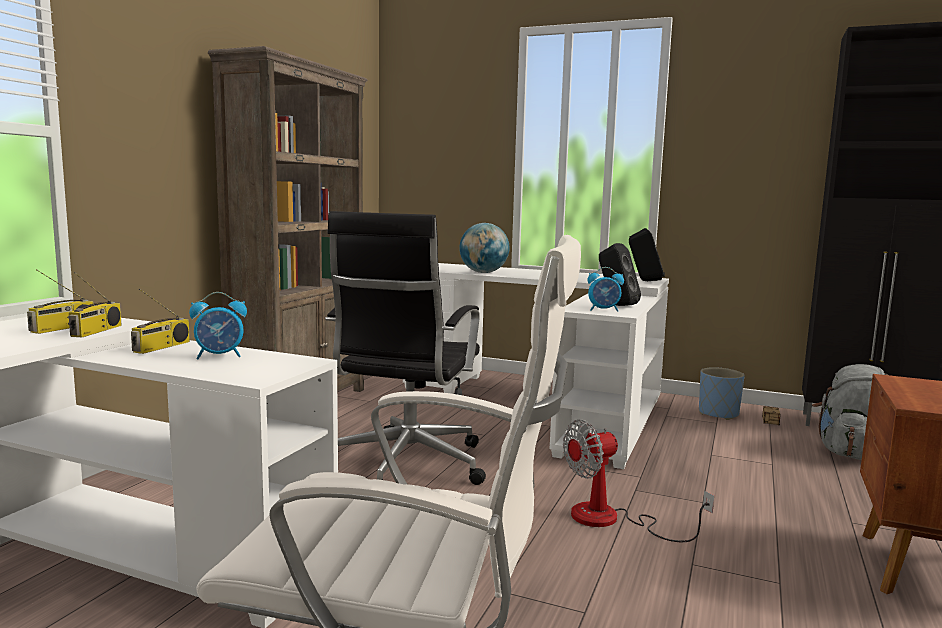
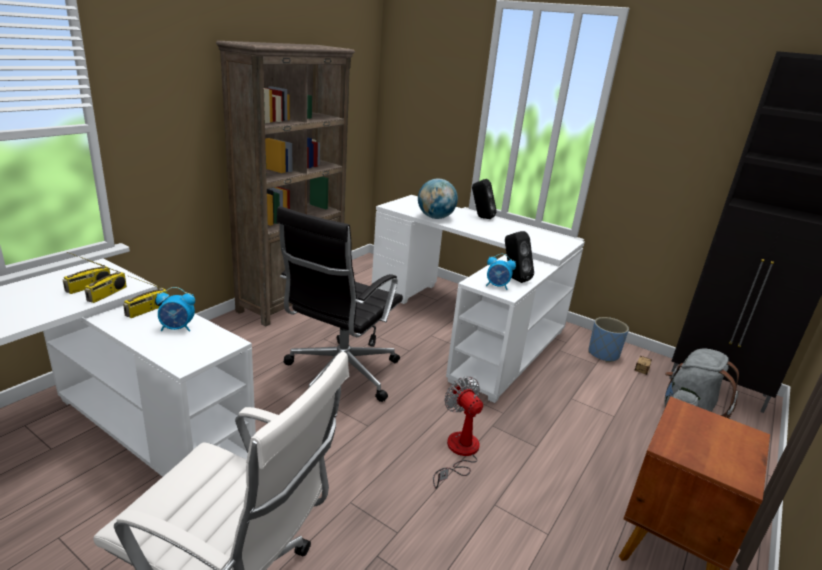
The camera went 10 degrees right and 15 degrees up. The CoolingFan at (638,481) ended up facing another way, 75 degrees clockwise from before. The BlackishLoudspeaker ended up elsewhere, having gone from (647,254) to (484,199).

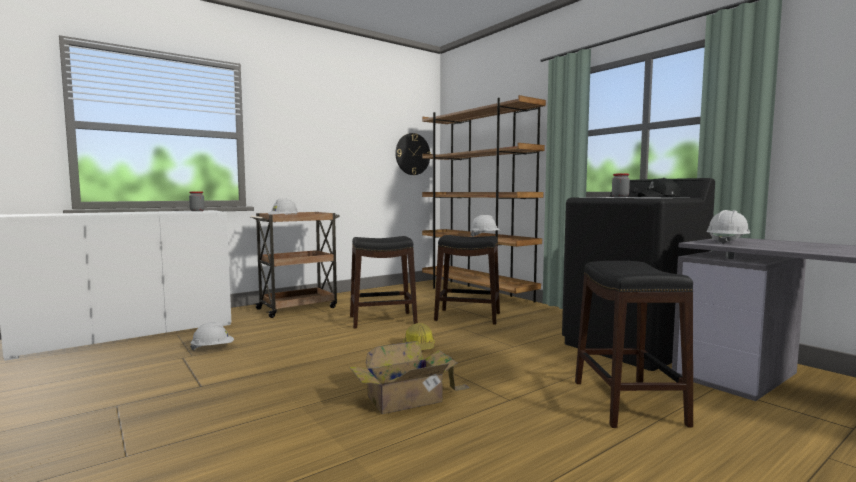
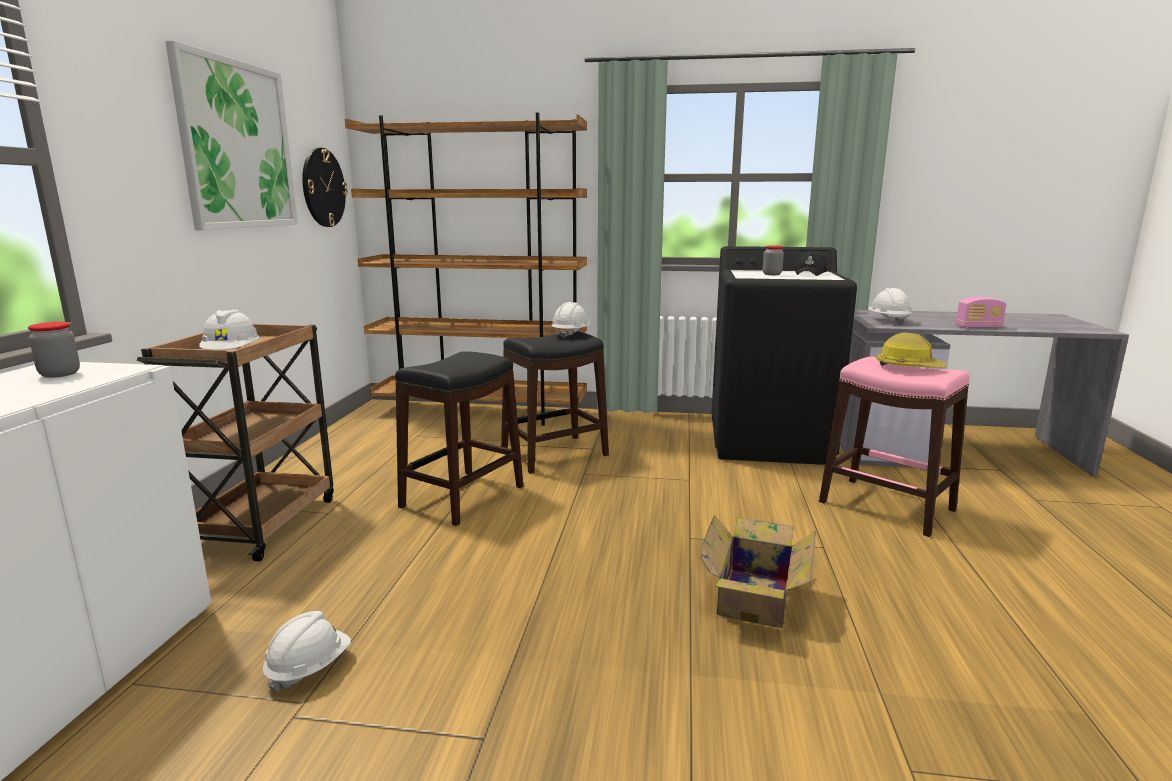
The camera went 45 degrees left and 10 degrees up. The second view gained the WallPicture at (231,135). What was the BlackishStoolSeat at (634,344) turned into the PinkColouredStoolSeat at (894,446). The WorkHelmet ended up elsewhere, having gone from (419,336) to (911,350). The second view gained the RadioSet at (981,312).

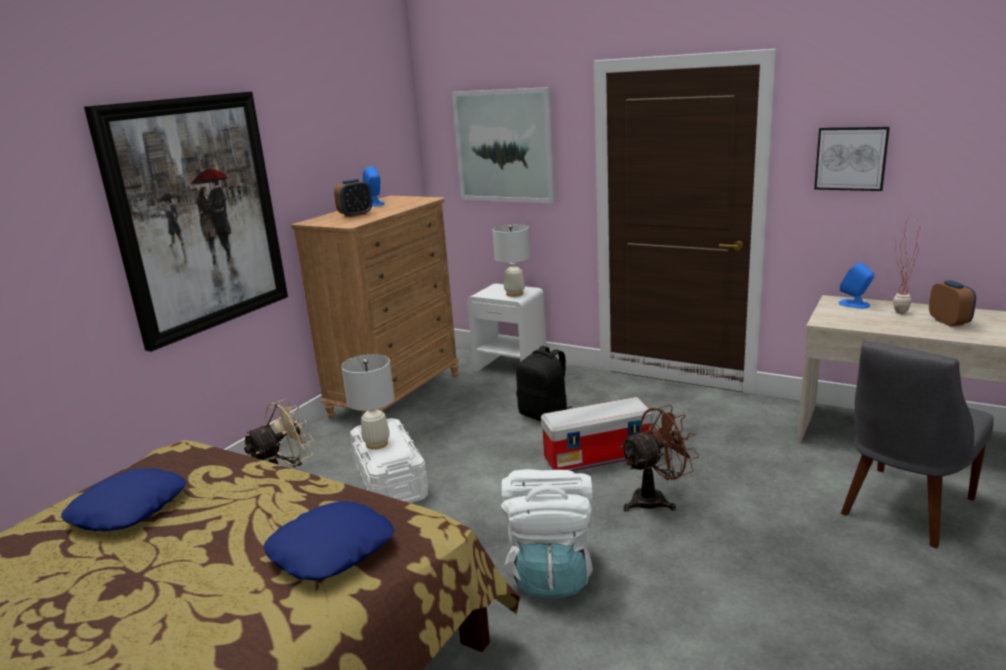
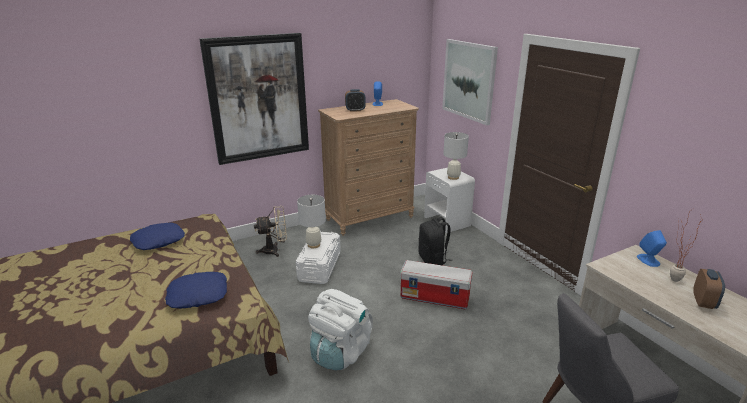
The camera went 30 degrees right and 5 degrees up. The second view lost the BrownishCoolingFan at (659,458). The second view lost the WallPicture at (852,159).

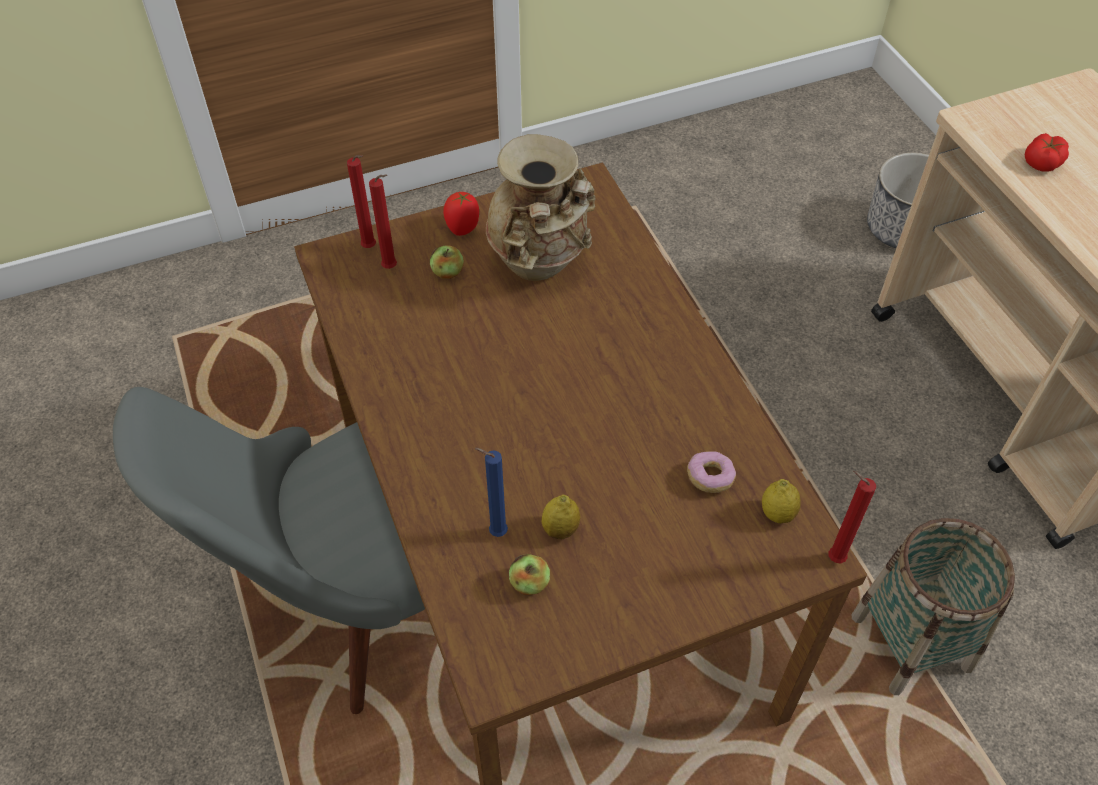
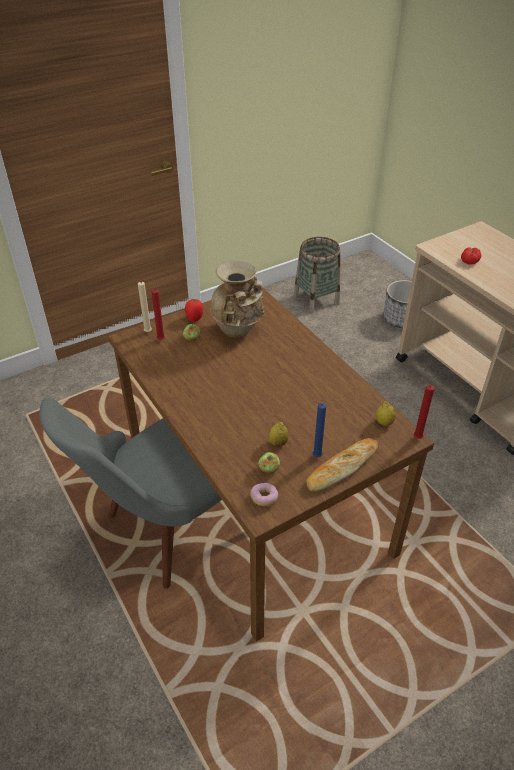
The camera went 10 degrees left and 10 degrees down. What was the RedColouredCandle at (361,201) turned into the BeigeColouredCandle at (145,305). The Donut ended up elsewhere, having gone from (711,472) to (264,494). The StorageBasket ended up elsewhere, having gone from (933,606) to (317,275). The second view gained the BakeryBread at (342,464). The BlueCandle ended up elsewhere, having gone from (491,492) to (319,429).

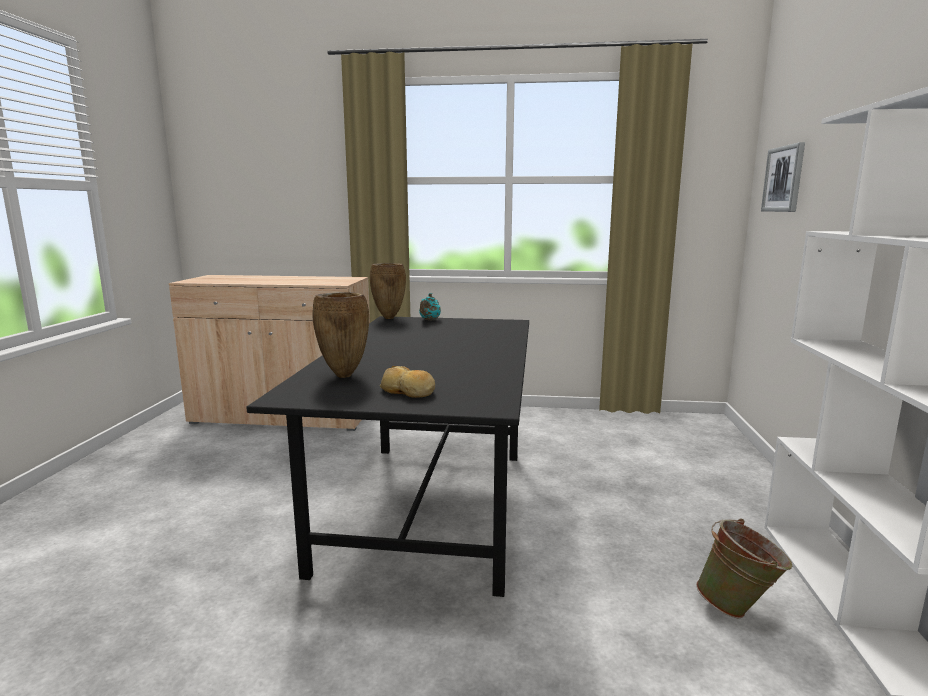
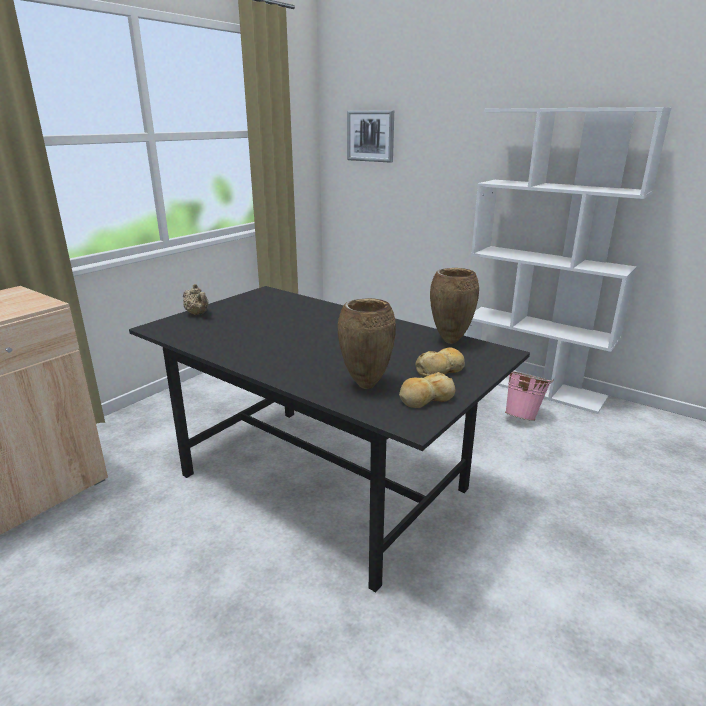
The camera went 60 degrees left and 10 degrees up. What was the TurquoiseColouredTeaPot at (430,306) turned into the BeigeColouredTeaPot at (196,299). The second view gained the BakeryBread at (427,390). The BrownishDecorativeVase ended up elsewhere, having gone from (388,291) to (454,306). What was the GreenColouredPail at (744,568) turned into the PinkColouredPail at (529,396).

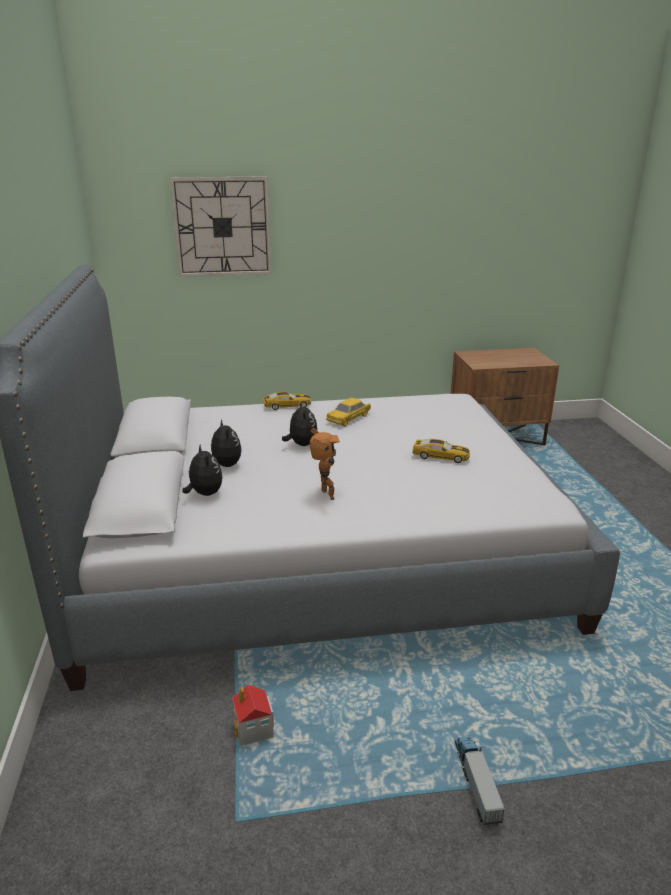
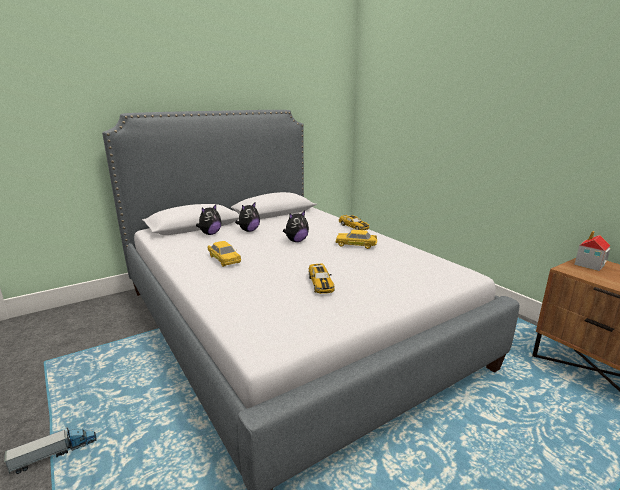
The camera went 65 degrees right and 5 degrees down. Where the ToyRobot stood at (325,464), the YellowColouredModelCar came to stand at (224,254). The ToyHouse ended up elsewhere, having gone from (253,715) to (592,251). The second view lost the HangingClock at (221,226).

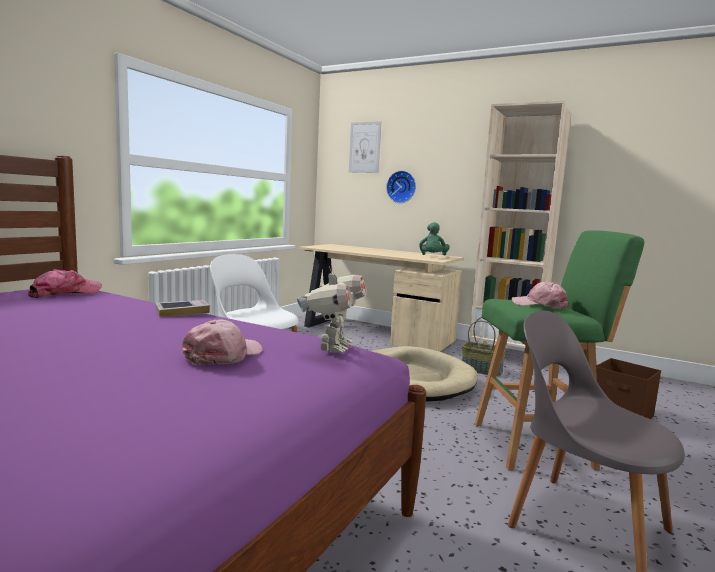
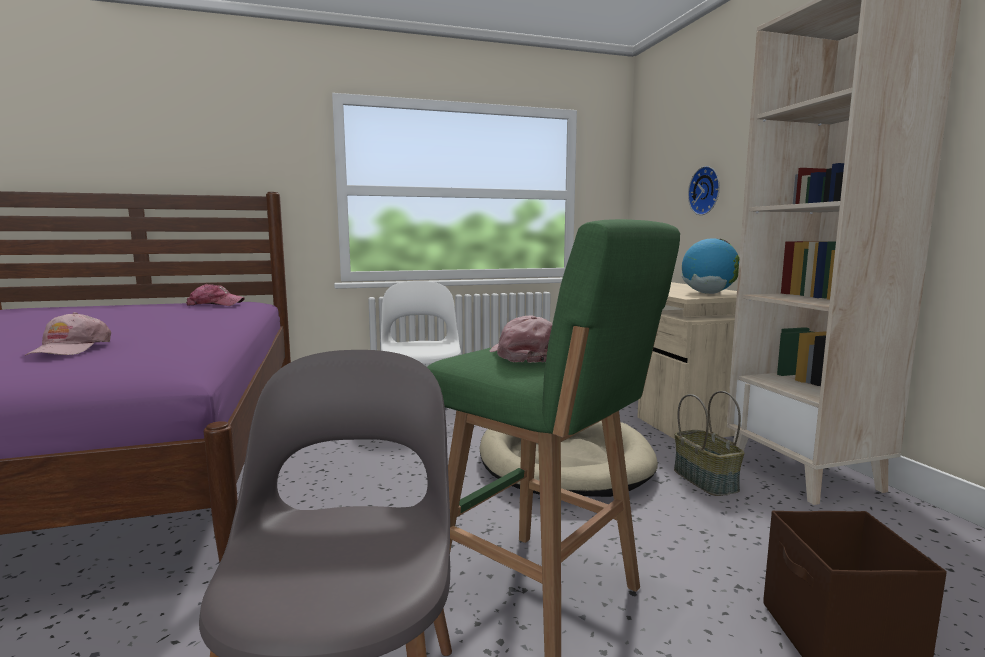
The camera went 45 degrees right and 0 degrees up. The PinkColouredPeakedCap at (222,342) ended up facing another way, 105 degrees clockwise from before. Where the GreenColouredSoftToy stood at (434,238), the DeskGlobe came to stand at (711,266). The second view lost the Book at (182,308). The second view lost the ToyRobot at (332,309). The second view lost the WallPicture at (365,147).

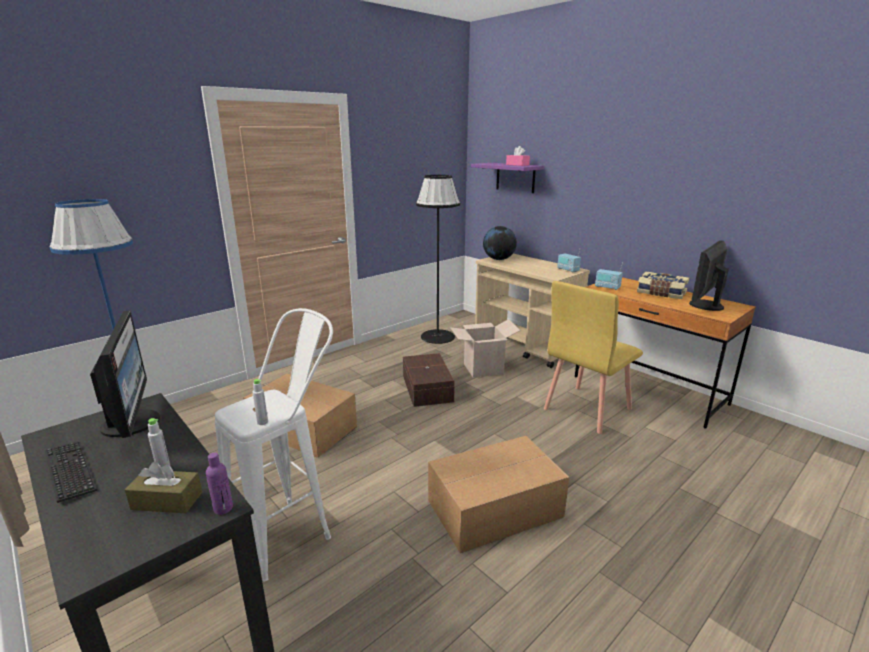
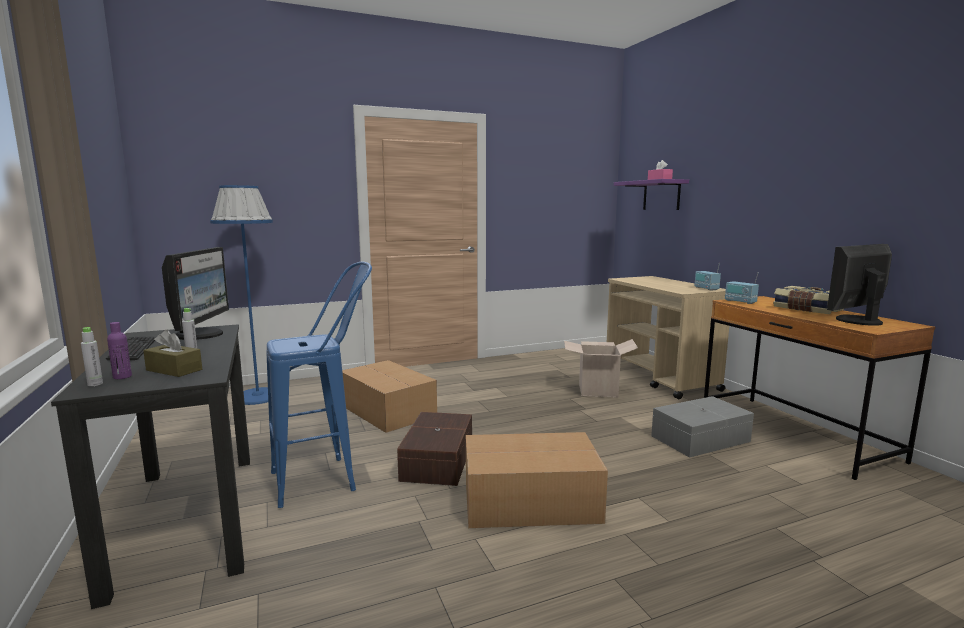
The camera went 20 degrees right and 10 degrees down. The GrayBeverageBottle ended up elsewhere, having gone from (260,402) to (92,356). The PurplishBeverageBottle ended up elsewhere, having gone from (219,484) to (119,350). What was the WhiteStoolSeat at (274,445) turned into the BlueStoolSeat at (319,385). The BrownishStorageBox ended up elsewhere, having gone from (429,380) to (434,449). Where the YellowColouredChair stood at (593,357), the GrayStorageBox came to stand at (702,427). The second view lost the BlackishStandingLamp at (438,259). The second view lost the DeskGlobe at (500,243).

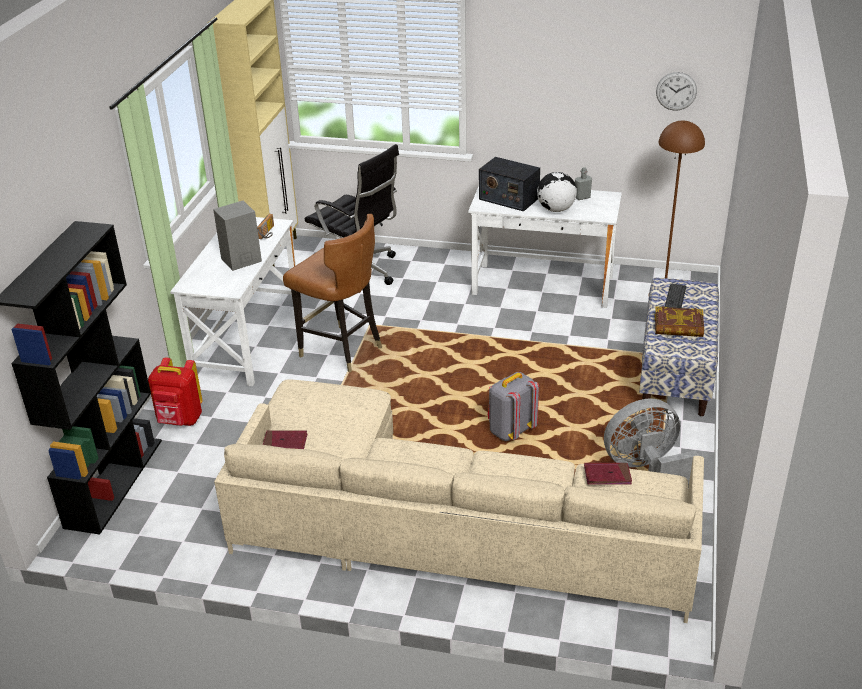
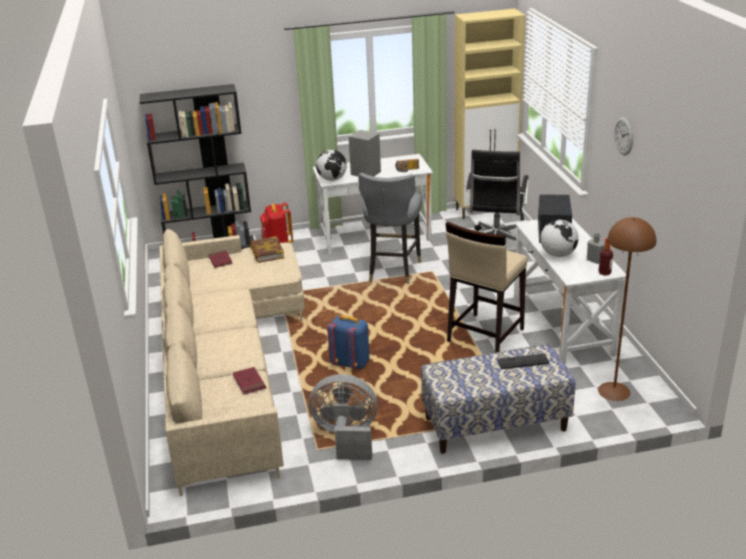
The camera went 65 degrees right and 5 degrees down. The Book ended up elsewhere, having gone from (679,321) to (267,249). The GrayCoolingFan at (651,443) ended up facing another way, 45 degrees counterclockwise from before. The second view gained the DeskGlobe at (331,165). What was the GrayKnapsack at (513,406) turned into the BlueKnapsack at (348,342). What was the BrownishChair at (332,293) turned into the GrayChair at (390,228). The second view gained the BeigeColouredStoolSeat at (486,287). The second view gained the BeverageBottle at (606,256). The HangingClock ended up elsewhere, having gone from (676,91) to (624,136).

